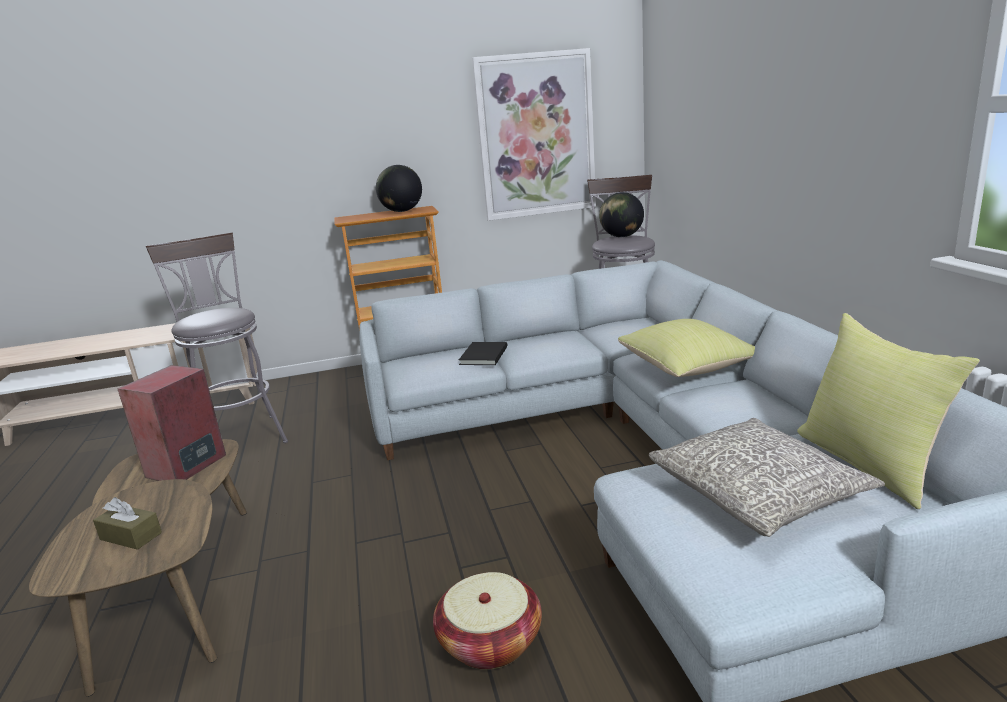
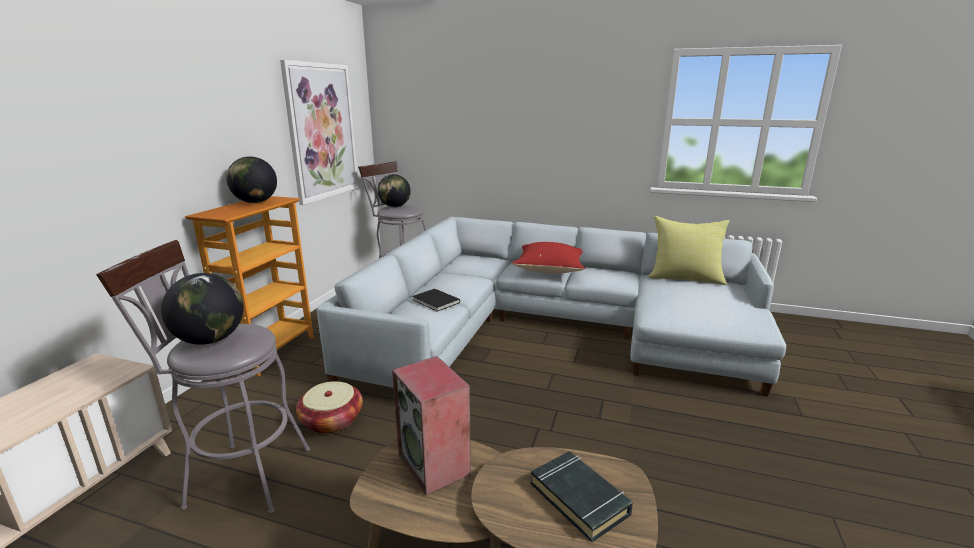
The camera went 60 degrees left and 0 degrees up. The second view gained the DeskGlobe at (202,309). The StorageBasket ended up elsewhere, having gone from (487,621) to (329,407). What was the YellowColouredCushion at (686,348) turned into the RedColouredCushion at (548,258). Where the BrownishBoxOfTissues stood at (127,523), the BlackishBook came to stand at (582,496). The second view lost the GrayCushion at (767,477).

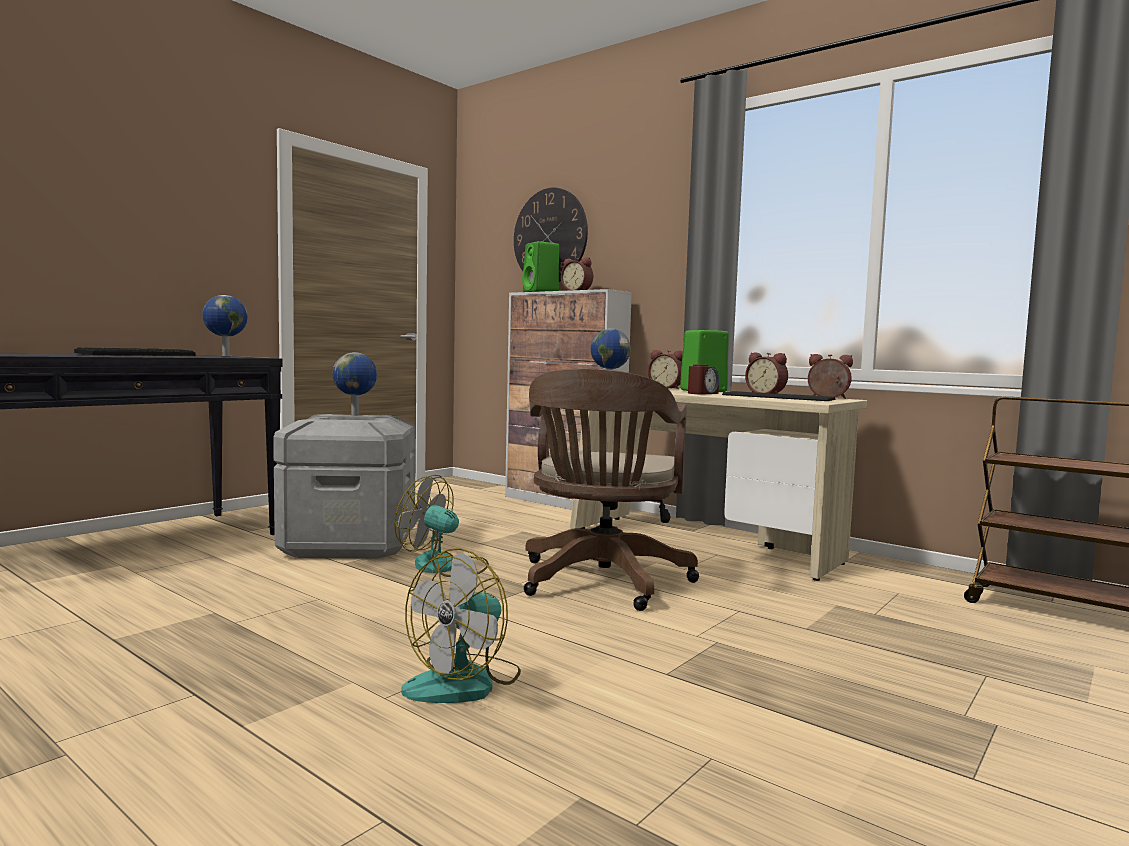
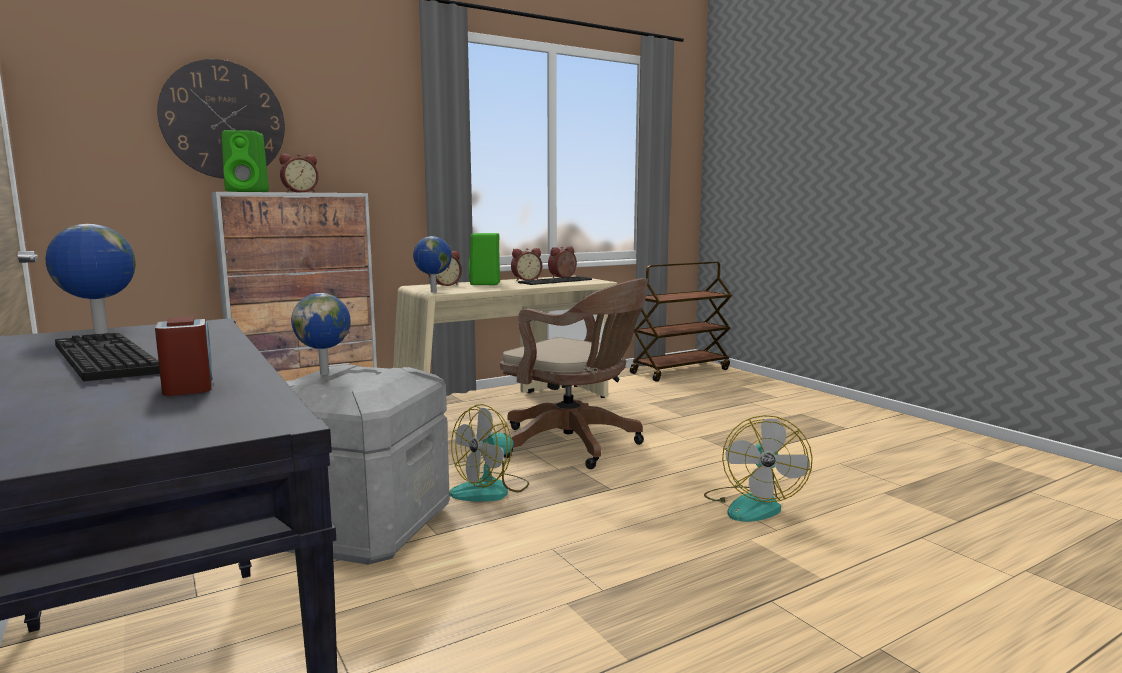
The camera went 70 degrees left and 5 degrees up. The BedsideClock ended up elsewhere, having gone from (703,380) to (184,356). The CoolingFan at (461,625) ended up facing another way, 45 degrees clockwise from before.

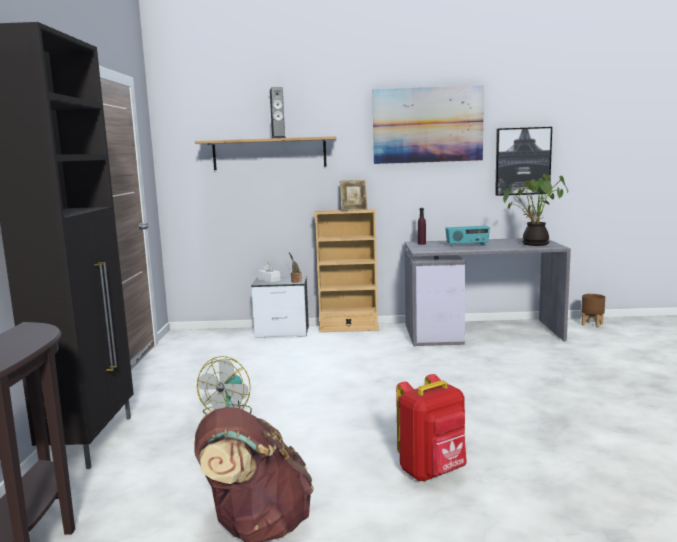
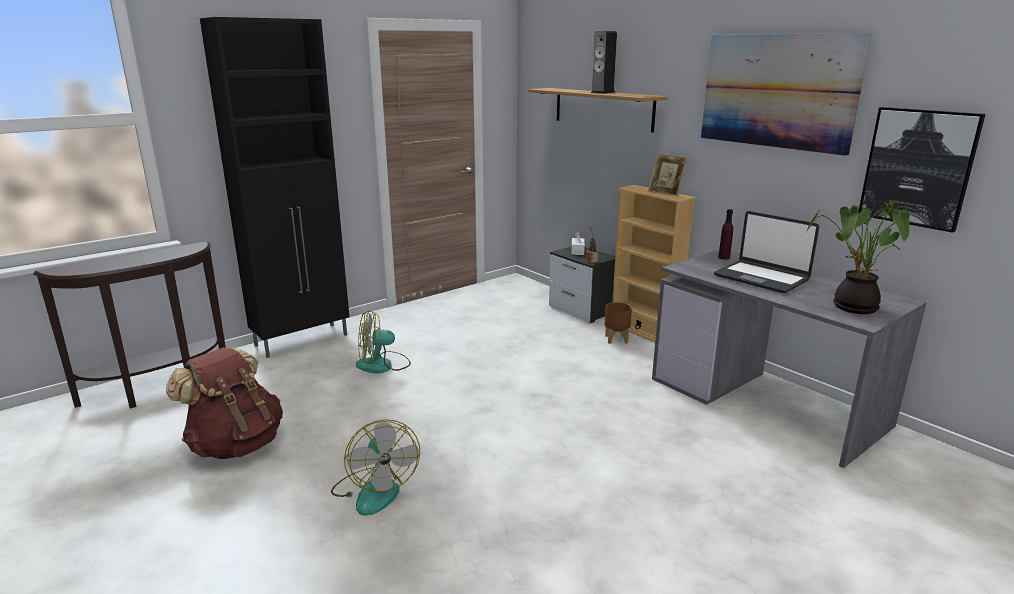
The camera went 50 degrees right and 10 degrees up. Where the RedColouredKnapsack stood at (431,427), the CoolingFan came to stand at (375,467). The BrownishPlanter ended up elsewhere, having gone from (593,311) to (618,323). Where the RadioSet stood at (467,236), the PortableComputer came to stand at (766,252).

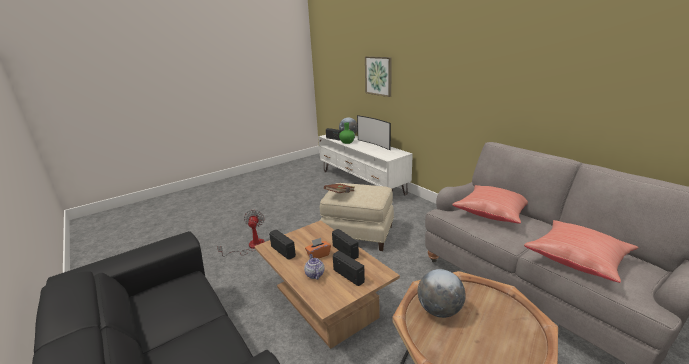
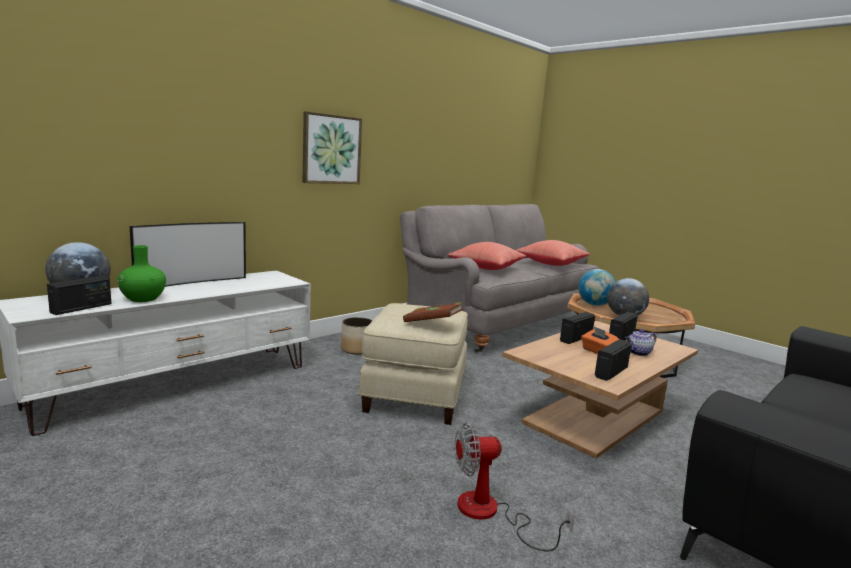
The camera went 100 degrees left and 10 degrees down. The WallPicture ended up elsewhere, having gone from (378,76) to (332,147). The second view gained the Planter at (356,335). The second view gained the DeskGlobe at (597,287).

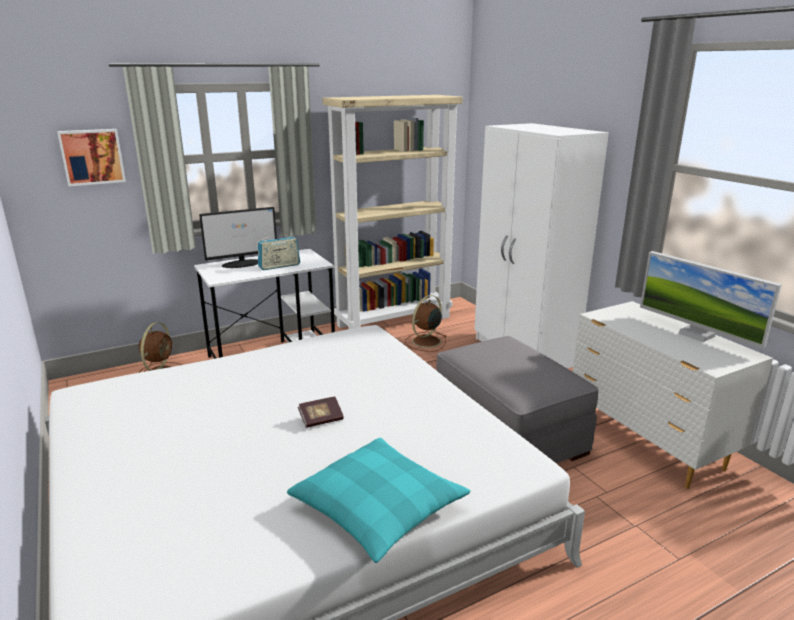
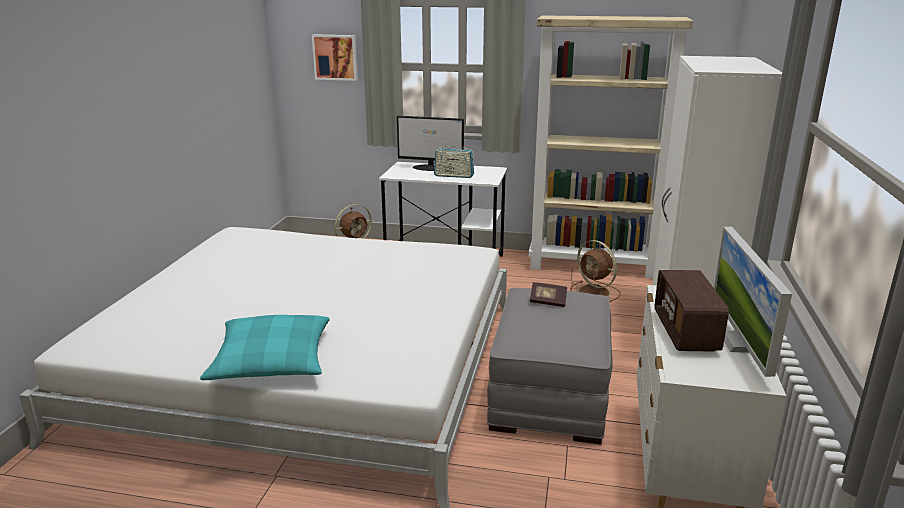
The camera went 40 degrees right and 0 degrees up. The Book ended up elsewhere, having gone from (321,412) to (548,294). The BrownishCoolingFan at (426,323) ended up facing another way, 120 degrees counterclockwise from before. The second view gained the RadioSet at (692,311).

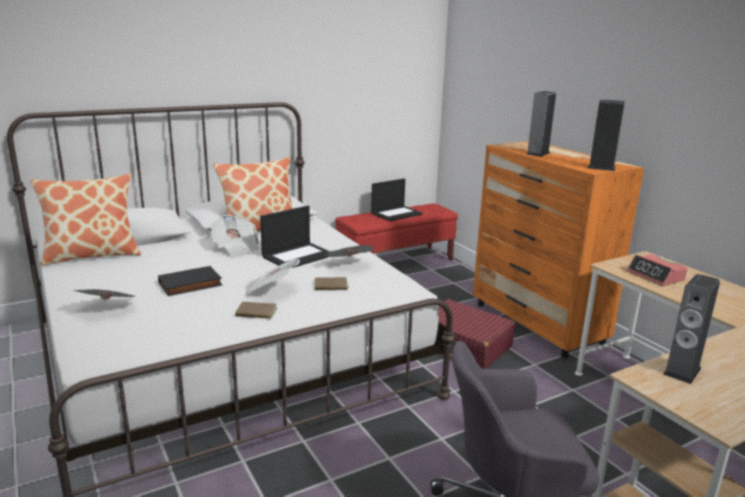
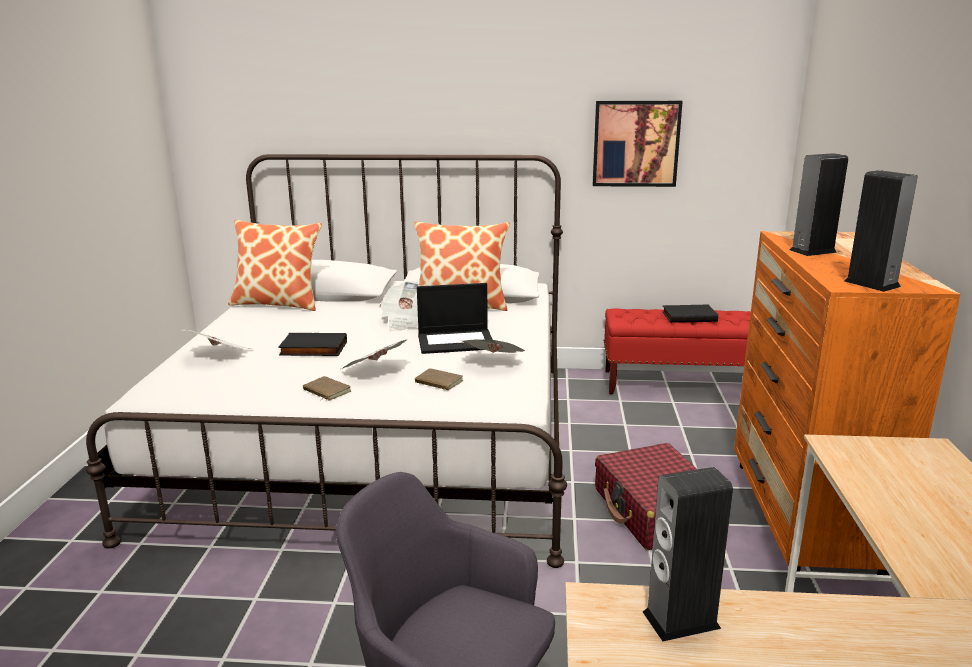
The camera went 35 degrees right and 0 degrees up. The second view gained the WallPicture at (638,143). Where the PortableComputer stood at (397,199), the BlackishBook came to stand at (690,314). The second view lost the BedsideClock at (657,270).

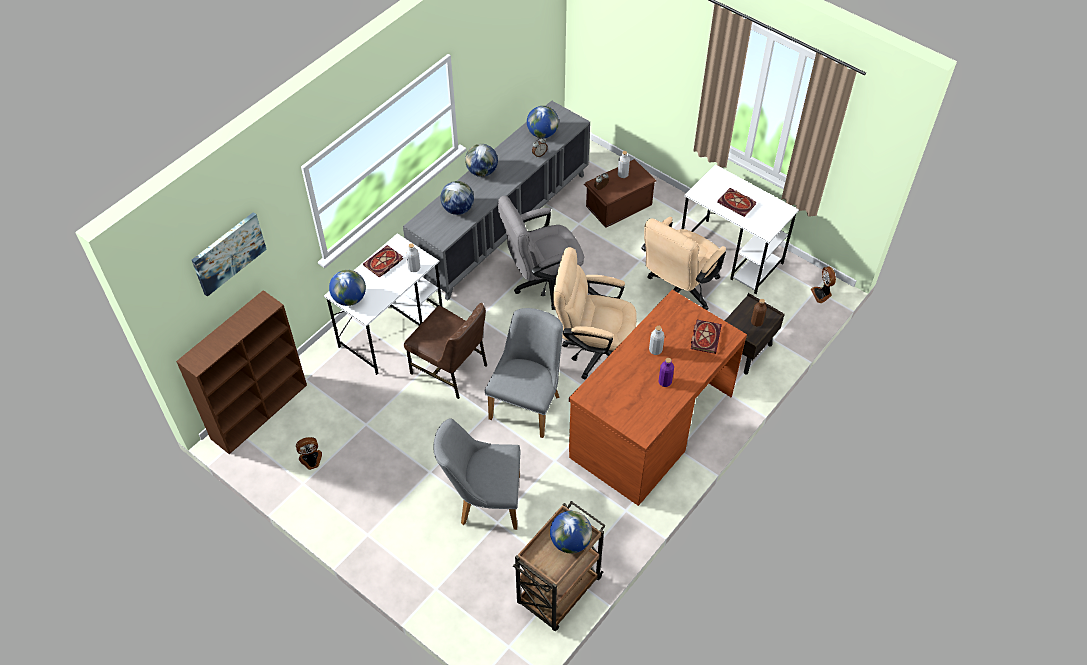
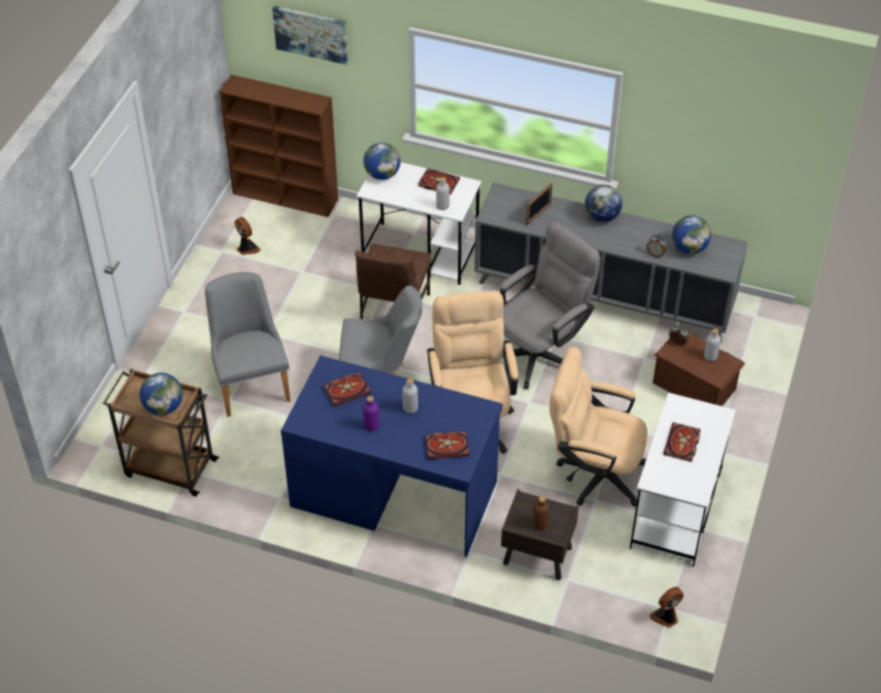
The camera went 70 degrees right and 5 degrees down. What was the BrownishDeskTable at (658,398) turned into the BlueDeskTable at (391,456). The second view gained the Book at (347,389). The GrayOfficeChair at (544,253) ended up facing another way, 90 degrees clockwise from before. Where the DeskGlobe stood at (457,198), the PictureFrame came to stand at (539,204).

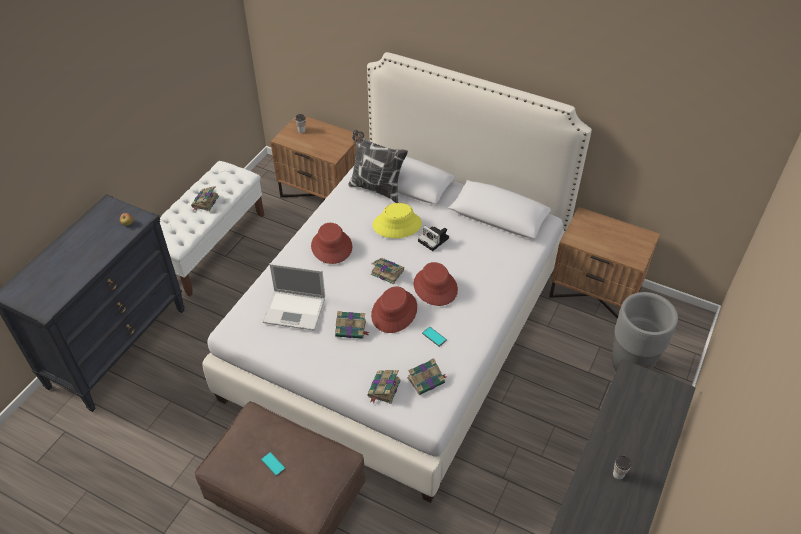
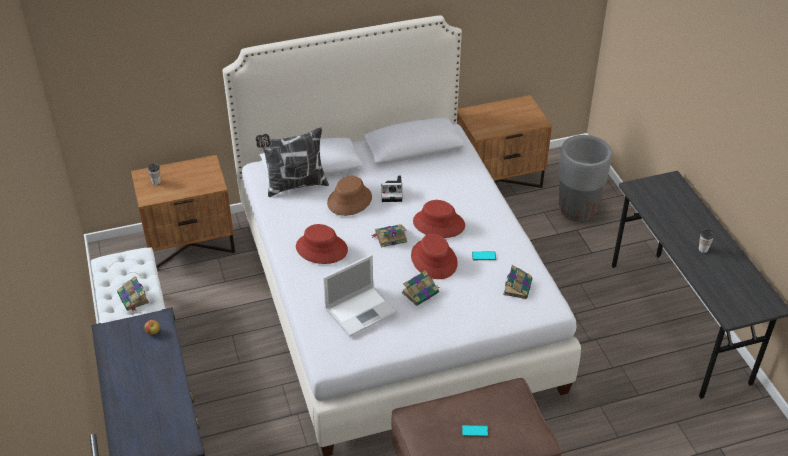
The camera went 45 degrees left and 5 degrees down. What was the YellowColouredClothingHat at (397,220) turned into the BrownishClothingHat at (349,196). The second view lost the Book at (384,387).

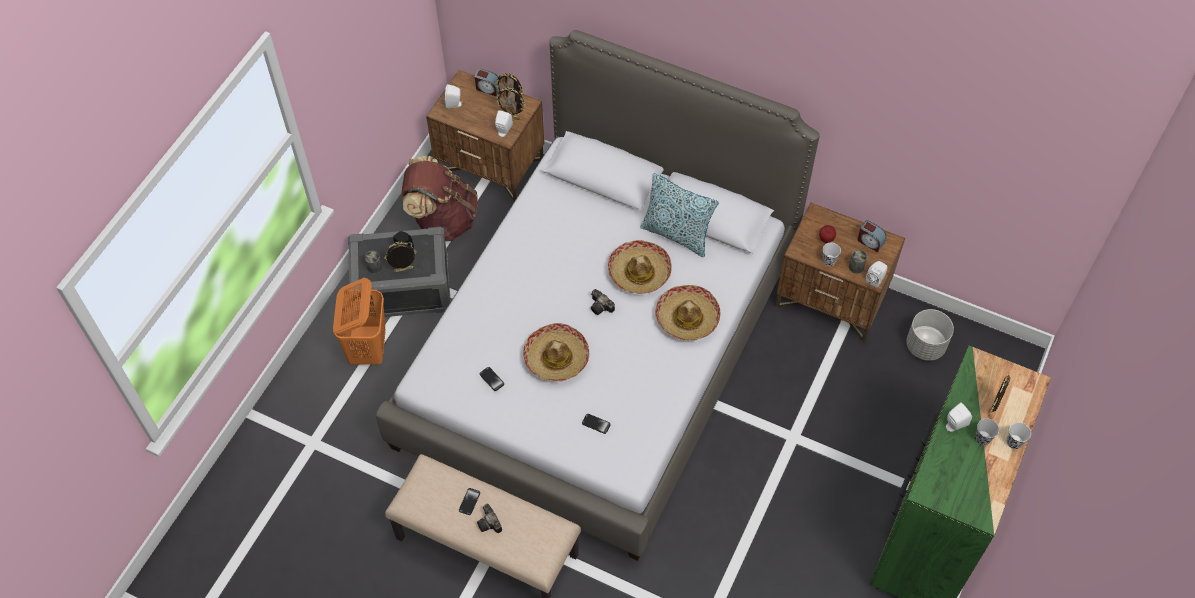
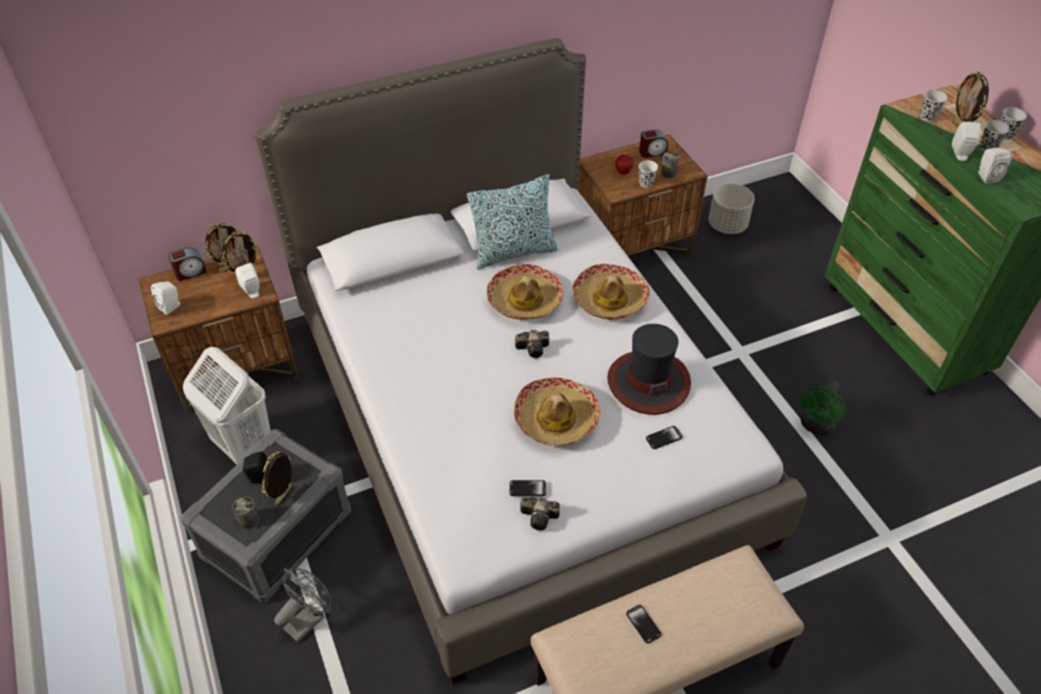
The camera went 50 degrees left and 10 degrees down. Where the BrownishKnapsack stood at (439,198), the WhiteWashingBasket came to stand at (227,405). Where the OrangeyWashingBasket stood at (359,321), the GrayCoolingFan came to stand at (302,605). The StillCamera ended up elsewhere, having gone from (489,518) to (540,514). The second view gained the ClothingHat at (649,369). The second view gained the GreenColouredCoolingFan at (823,408). The second view gained the WhiteSmallCup at (934,106). The WhiteLoudspeaker ended up elsewhere, having gone from (876,274) to (995,166).

